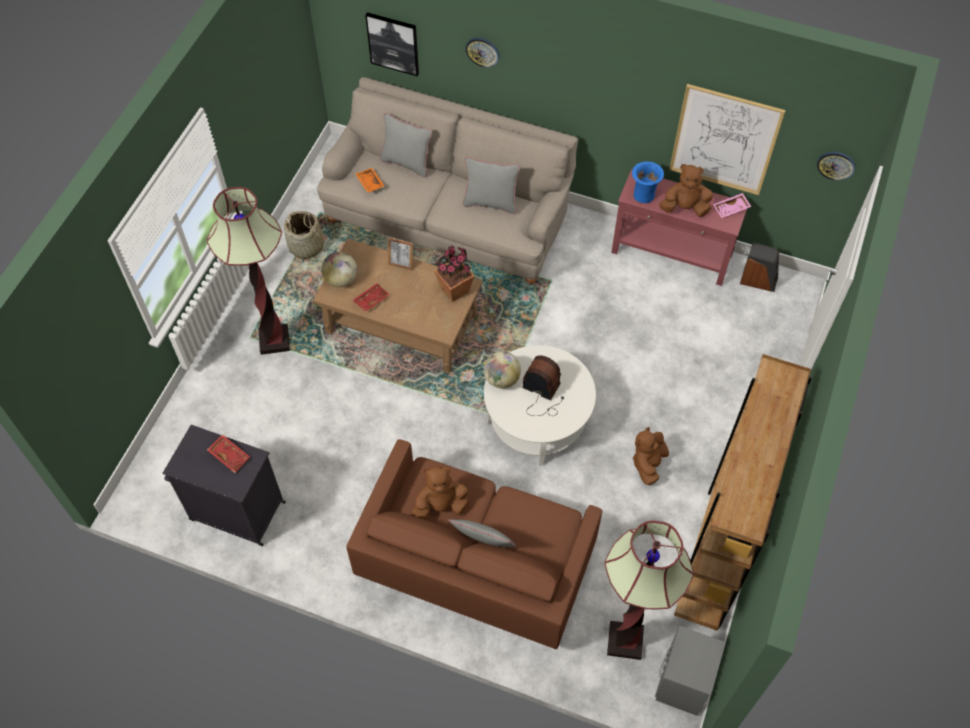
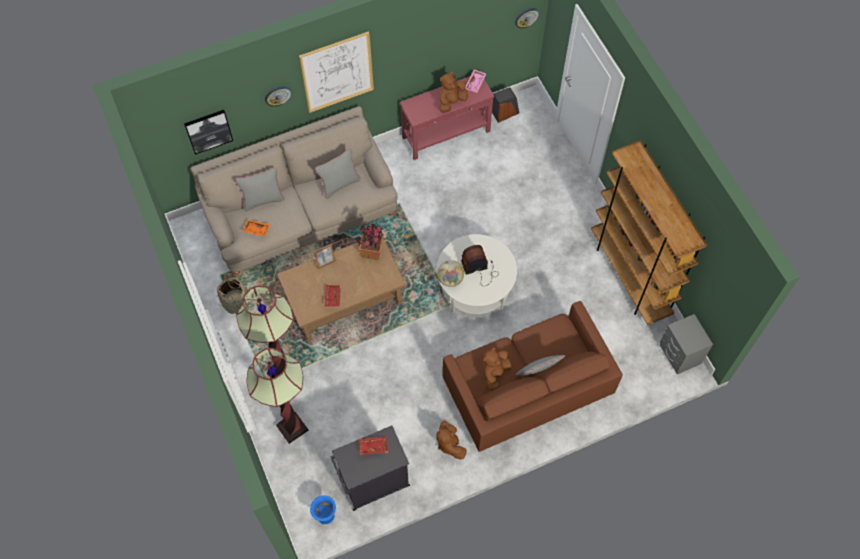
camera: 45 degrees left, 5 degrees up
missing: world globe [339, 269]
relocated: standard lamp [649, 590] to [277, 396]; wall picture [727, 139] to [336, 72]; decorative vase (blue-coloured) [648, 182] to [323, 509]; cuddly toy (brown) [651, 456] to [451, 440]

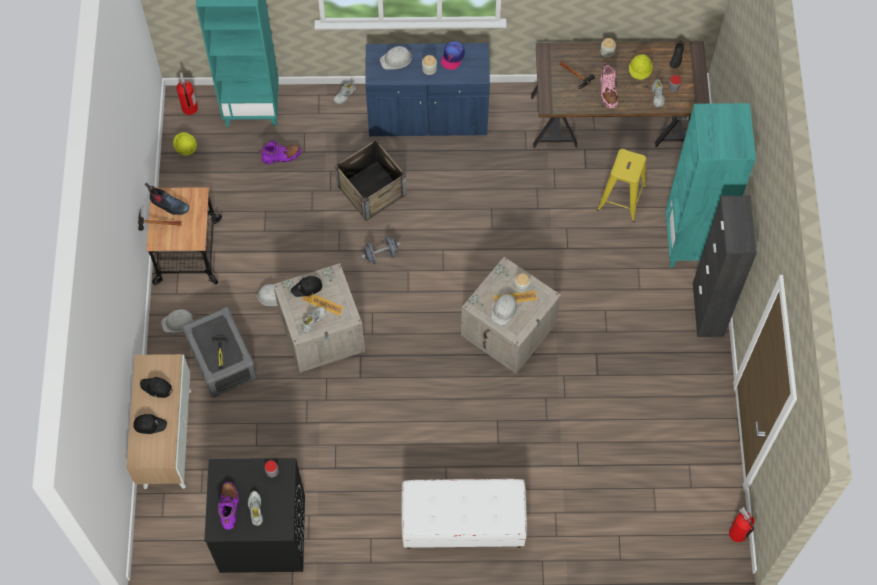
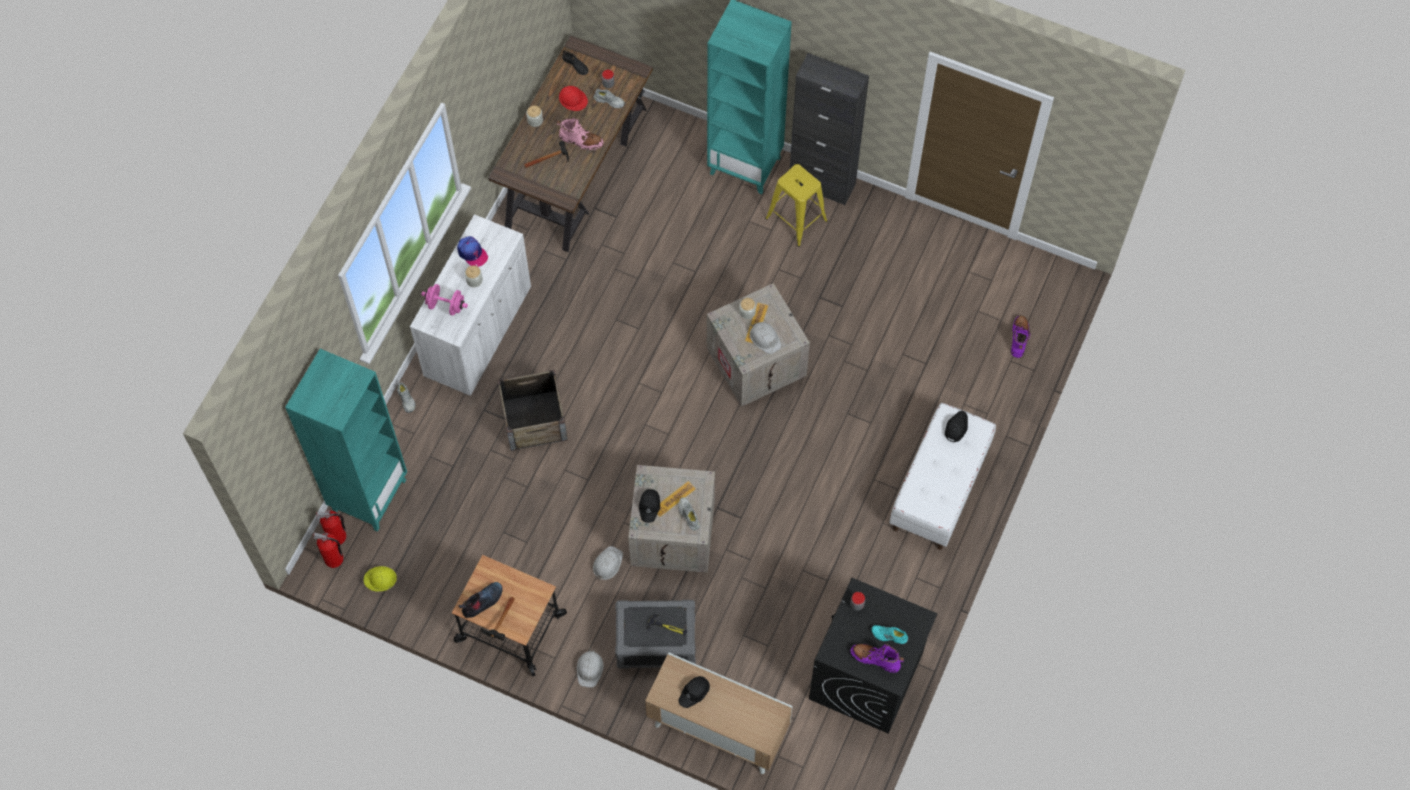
camera: 65 degrees left, 0 degrees up
missing: hand weight (greyish) [381, 250]
relocated: fire extinguisher [741, 524] to [331, 527]; stool seat (yellow-coloured) [621, 185] to [796, 205]; cap (blackish) [150, 424] to [956, 427]; tall boot (purple-coloured) [280, 152] to [1021, 337]
exchanged: safety helmet (white-coloured) [396, 58] to hand weight (pinkish) [444, 300]
colour: cabinet (blue-coloured) [427, 89] to cabinet (white-coloured) [470, 305]; safety helmet (yellow-coloured) [641, 67] to safety helmet (reddish) [573, 98]; low shoe (white-coloured) [255, 508] to low shoe (turquoise-coloured) [889, 634]

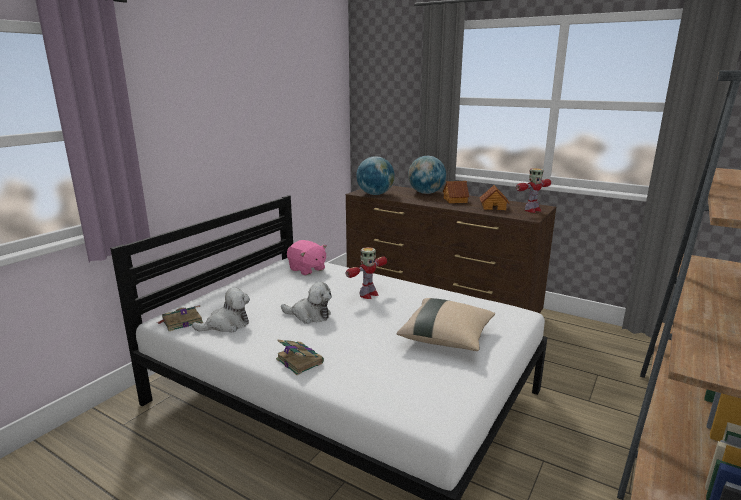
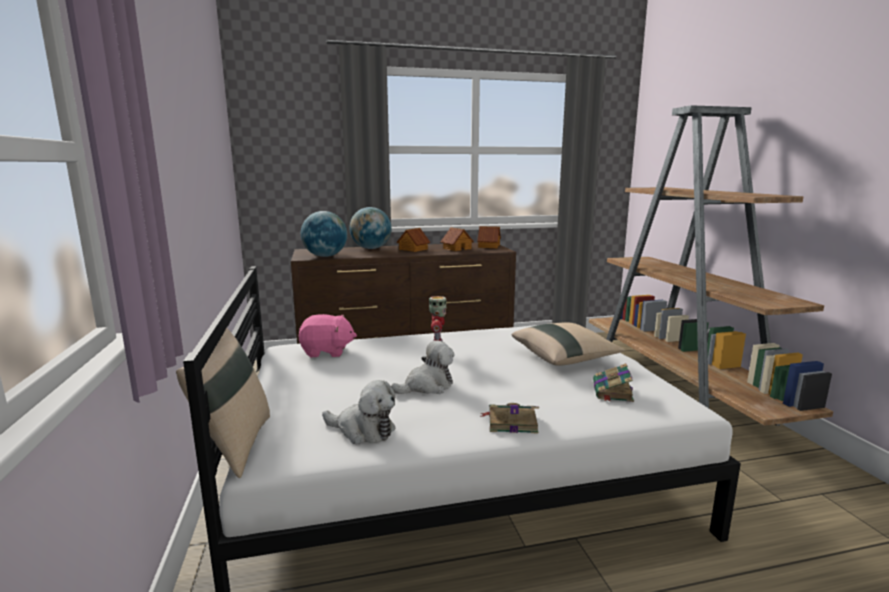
camera: 45 degrees left, 5 degrees down
appeared: throw pillow (sand-coloured) [223, 403]
relocated: volume [180, 318] to [613, 382]
exchanged: toy robot [533, 190] to model house [489, 237]
spun: cuddly toy [221, 310] = [359, 412] 90 degrees clockwise

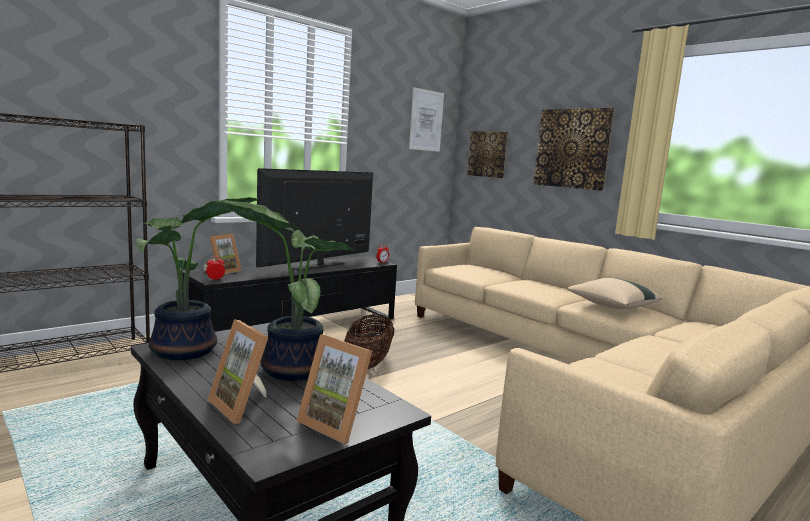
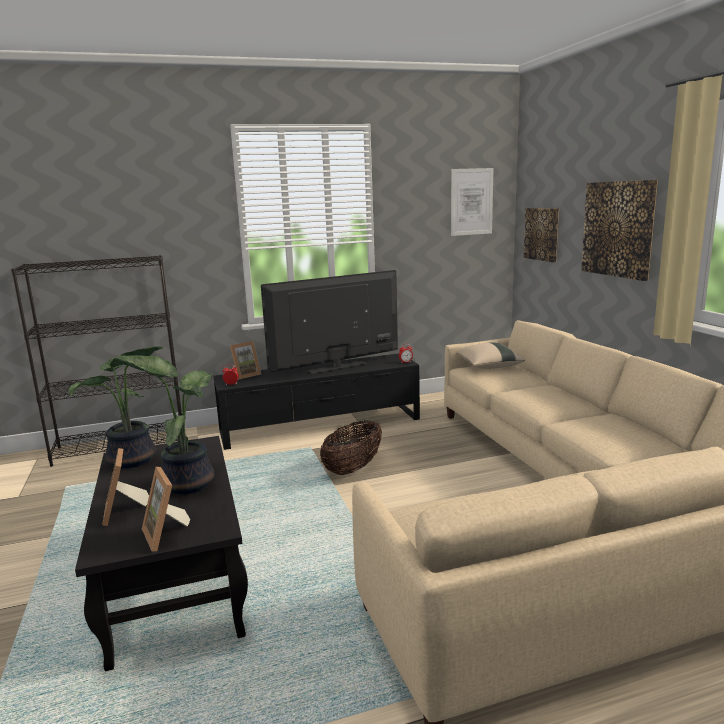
camera: 25 degrees right, 5 degrees up
relocated: throw pillow (sand-coloured) [614, 293] to [491, 356]

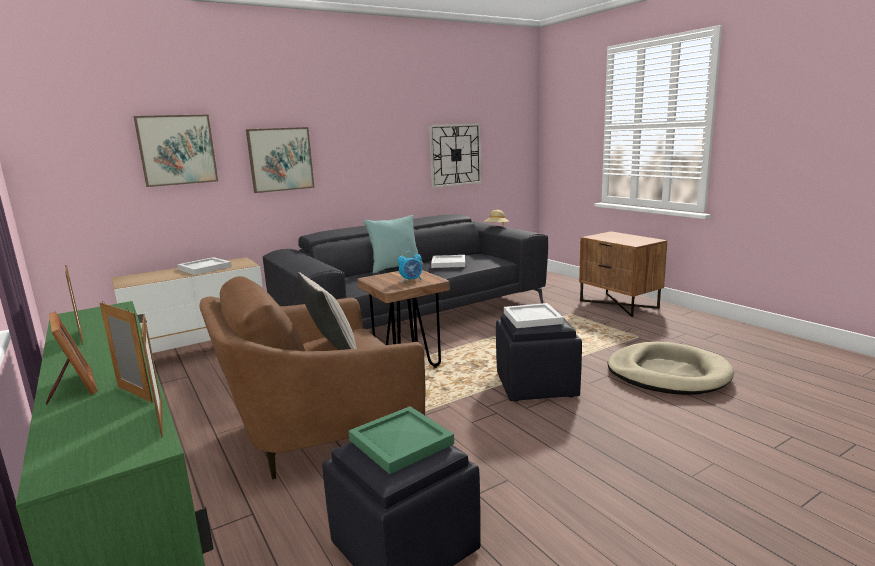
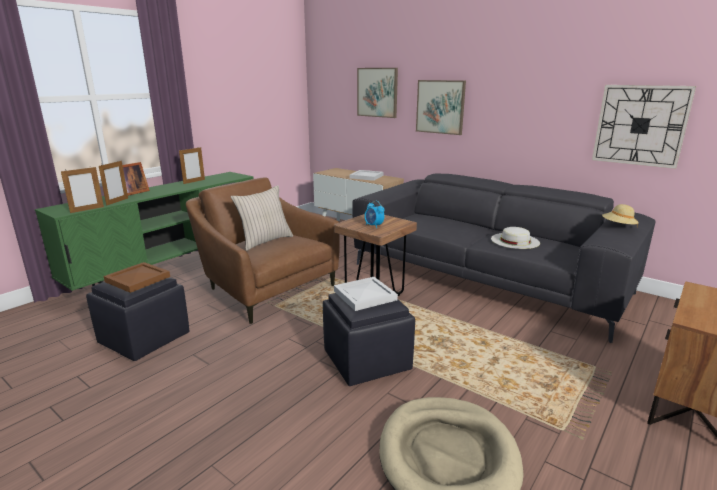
camera: 70 degrees right, 5 degrees up
missing: throw pillow (turquoise-coloured) [393, 244]
exchanged: tray (white-coloured) [448, 261] to wearable hat (white-coloured) [515, 238]
colour: tray (greenish) [401, 440] to tray (brown) [137, 277]

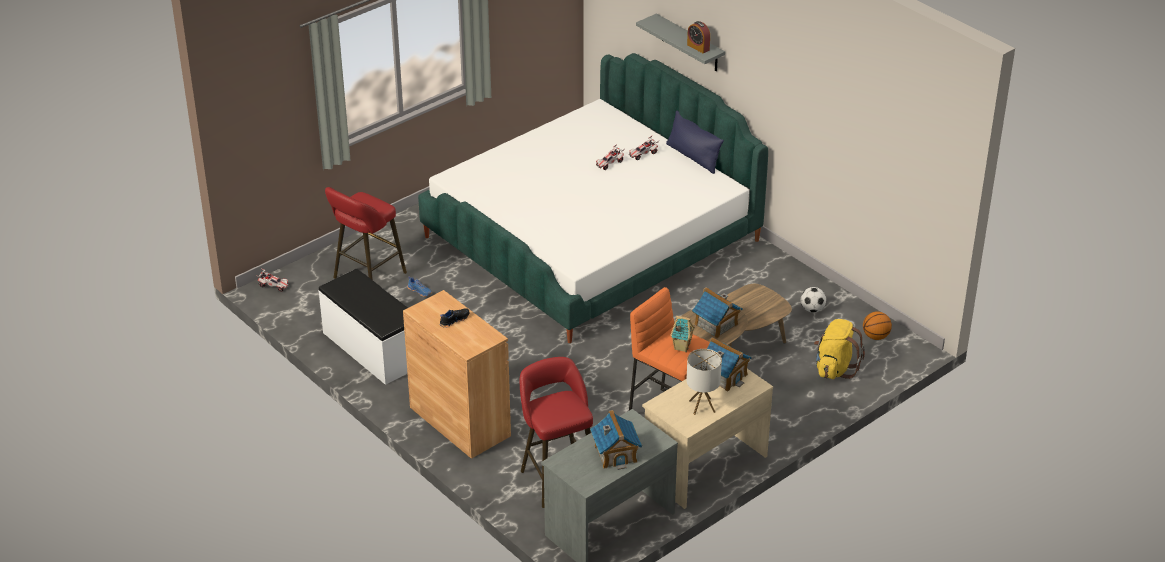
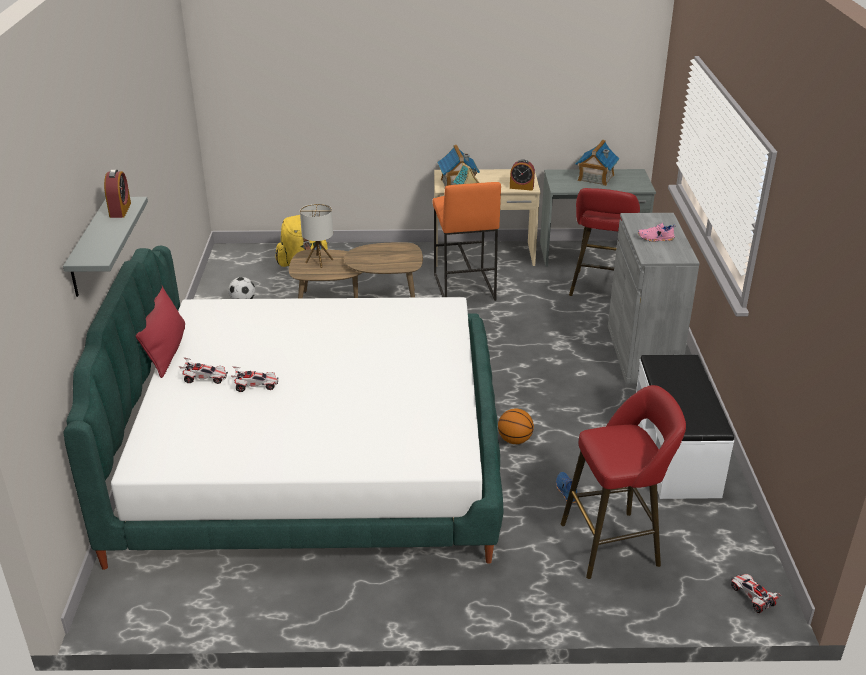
camera: 140 degrees left, 5 degrees down
missing: model house [717, 313]
appeared: table clock [522, 175]
relocated: table lamp [704, 382] to [317, 235]; basketball ball [877, 325] to [516, 426]
colour: throw pillow (blue-coloured) [695, 142] to throw pillow (reddish) [160, 332]; cabinet (brown) [457, 374] to cabinet (greyish) [654, 298]; low shoe (blackish) [454, 318] to low shoe (pinkish) [656, 232]

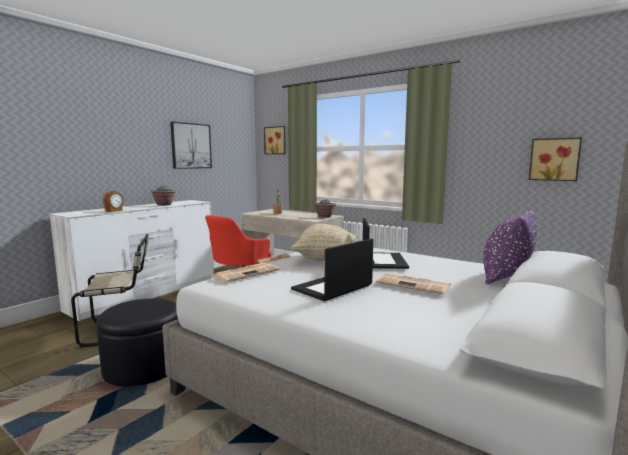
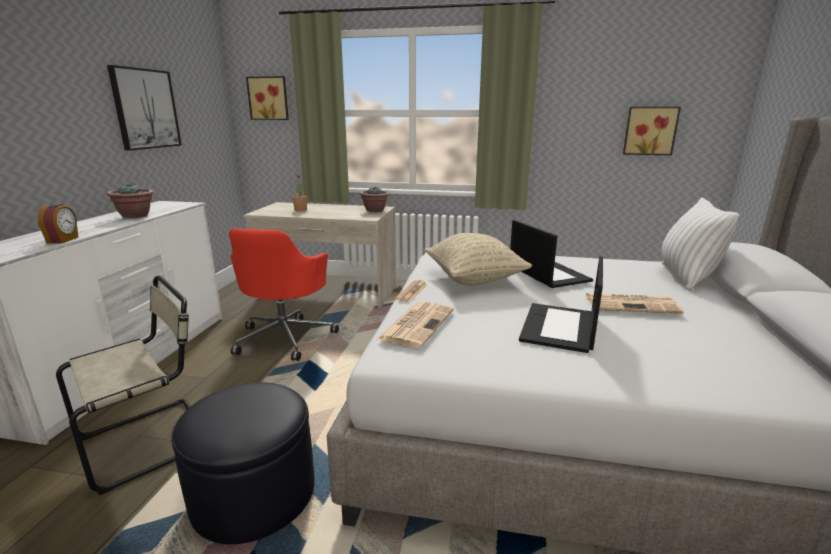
camera: 25 degrees left, 10 degrees up
colour: throw pillow (purple-coloured) [510, 247] to throw pillow (white-coloured) [700, 244]

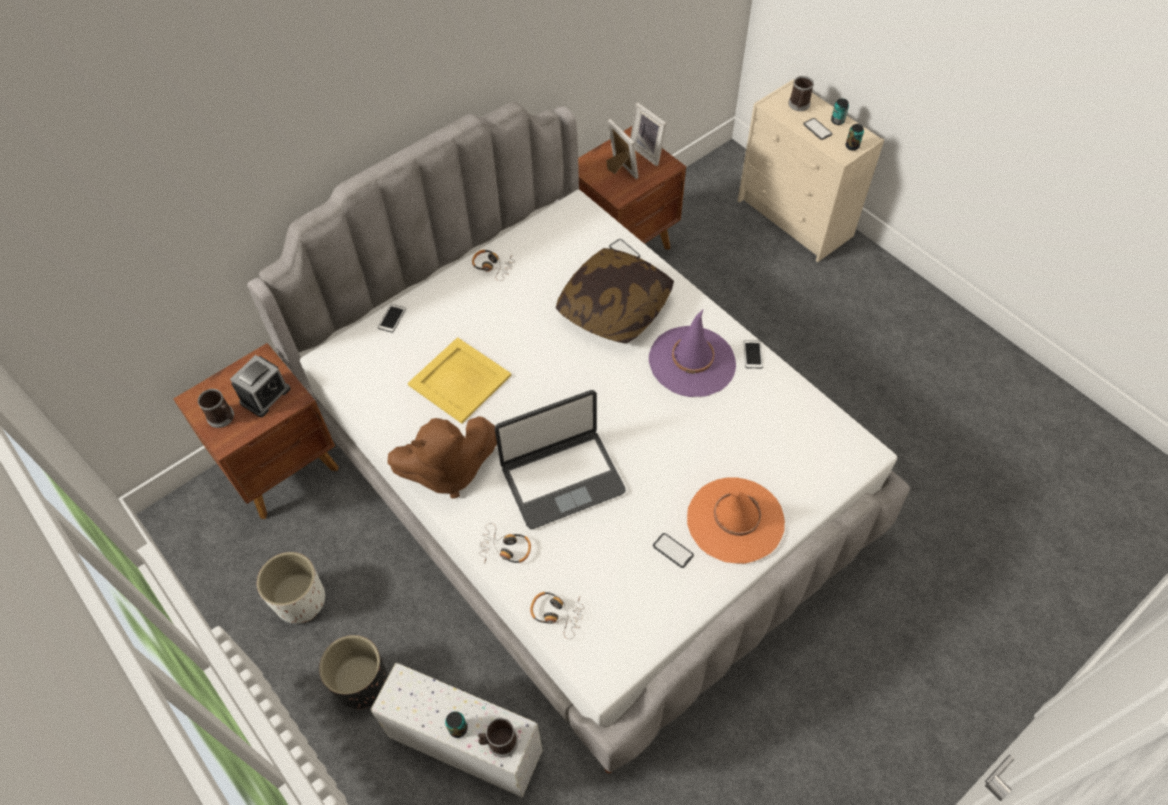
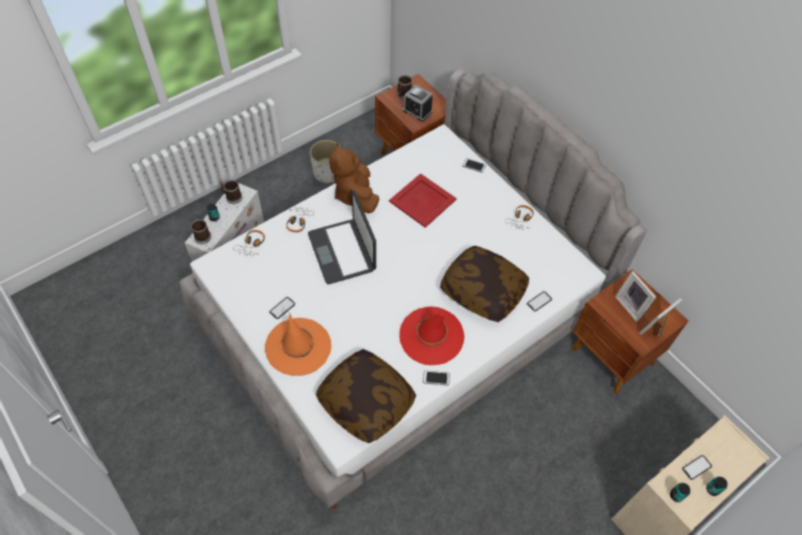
camera: 90 degrees right, 0 degrees up
missing: plant pot (blackish) [353, 672]
appeared: throw pillow [366, 396]
relocated: tea mug [801, 93] to [231, 192]
colour: tray (yellow-coloured) [459, 380] to tray (reddish) [422, 200]; wearable hat (purple-coloured) [692, 353] to wearable hat (reddish) [431, 335]
spun: picture frame [622, 149] = [635, 296] 90 degrees clockwise

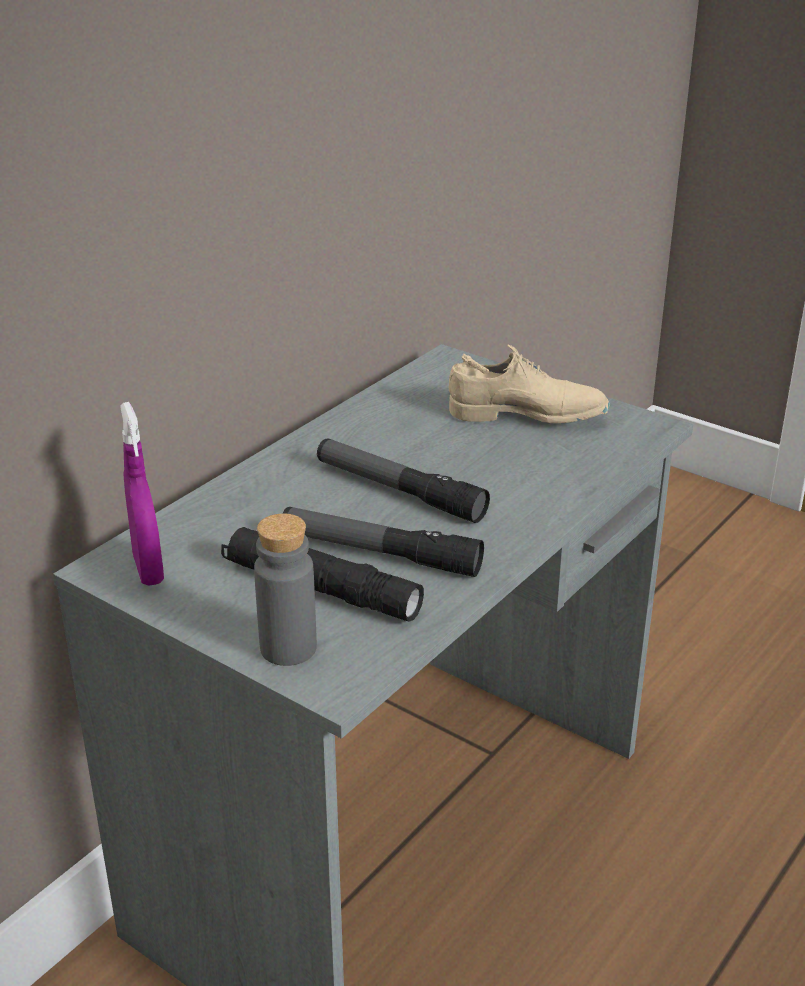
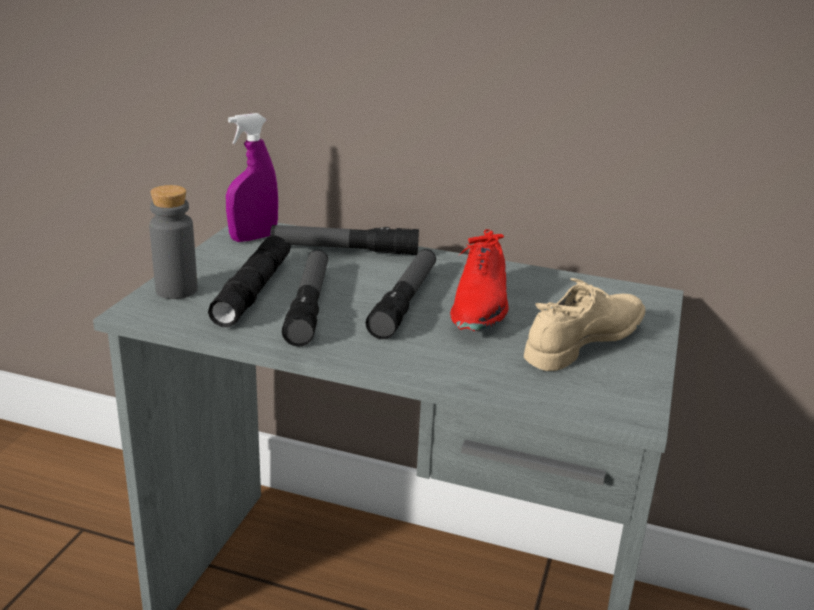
camera: 70 degrees right, 5 degrees down
appeared: torch [344, 240]; low shoe (reddish) [479, 280]
spun: low shoe (sand-coloured) [529, 384] = [584, 324] 120 degrees counterclockwise

